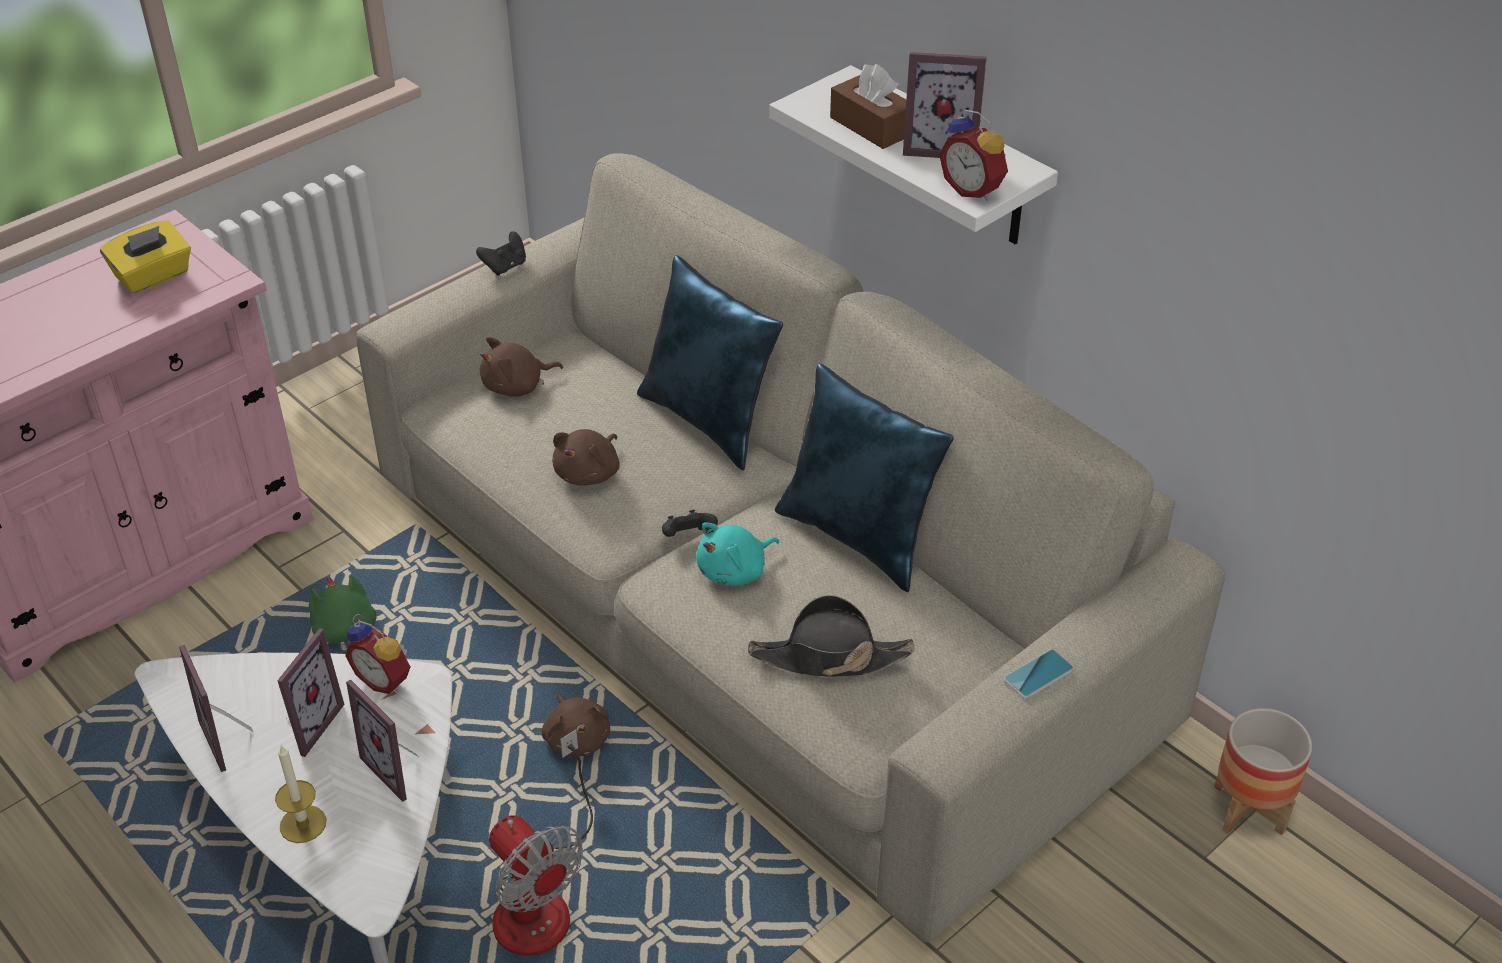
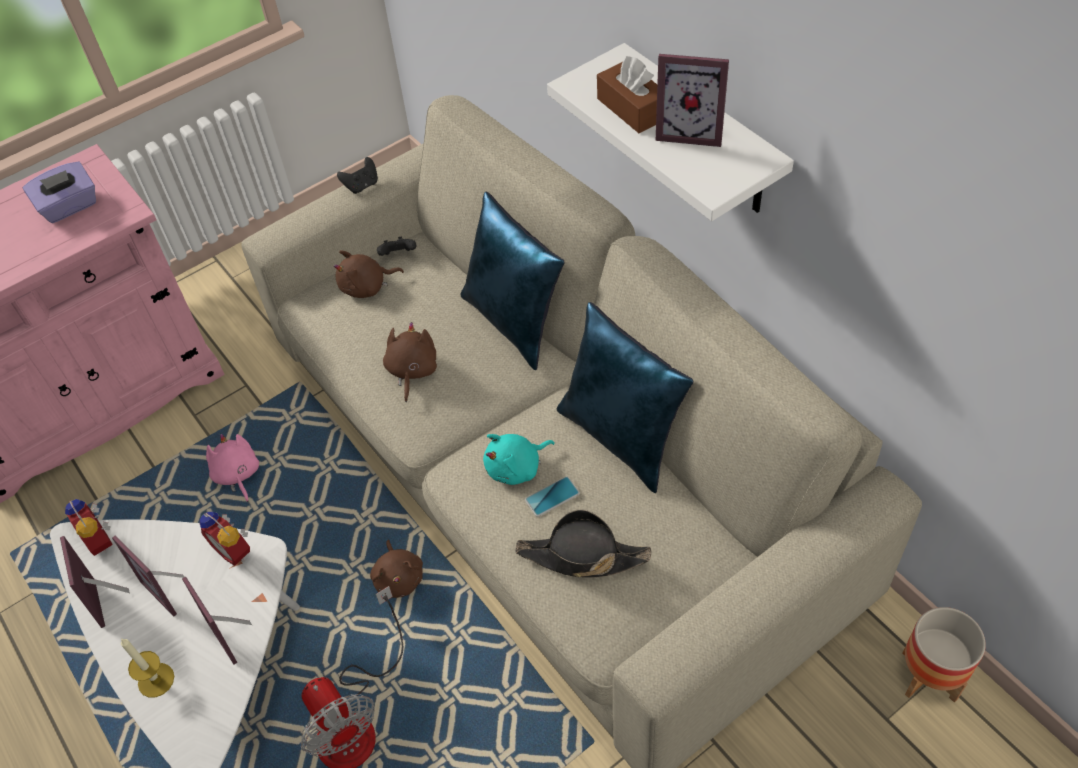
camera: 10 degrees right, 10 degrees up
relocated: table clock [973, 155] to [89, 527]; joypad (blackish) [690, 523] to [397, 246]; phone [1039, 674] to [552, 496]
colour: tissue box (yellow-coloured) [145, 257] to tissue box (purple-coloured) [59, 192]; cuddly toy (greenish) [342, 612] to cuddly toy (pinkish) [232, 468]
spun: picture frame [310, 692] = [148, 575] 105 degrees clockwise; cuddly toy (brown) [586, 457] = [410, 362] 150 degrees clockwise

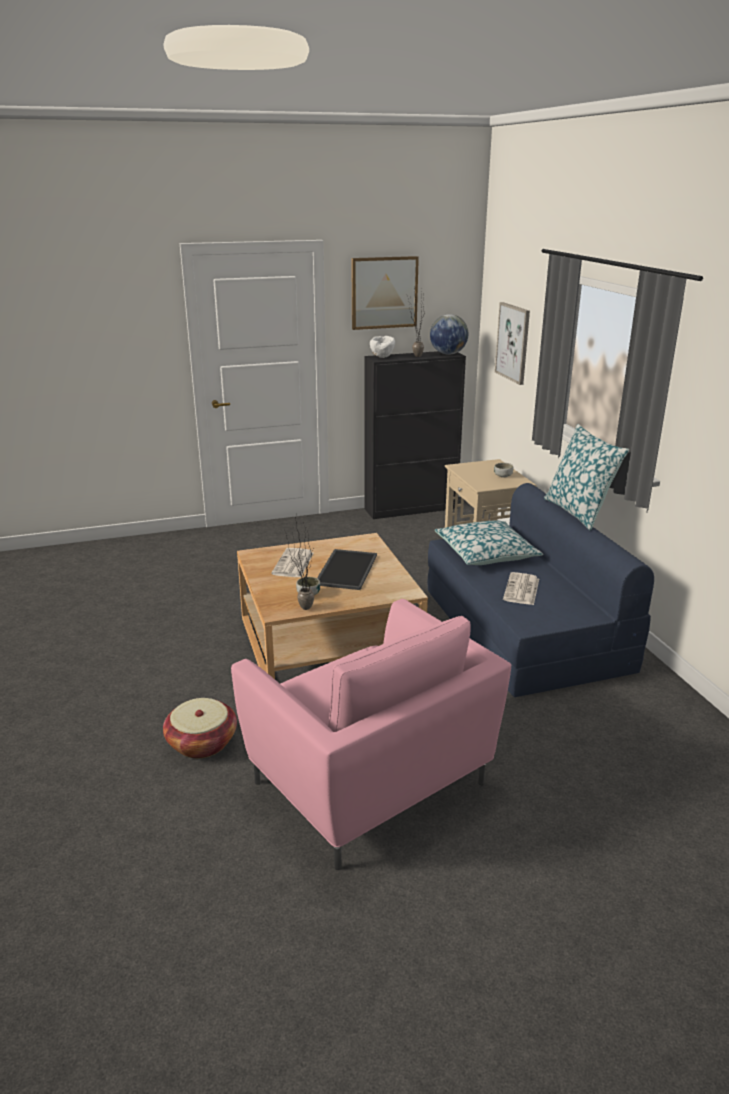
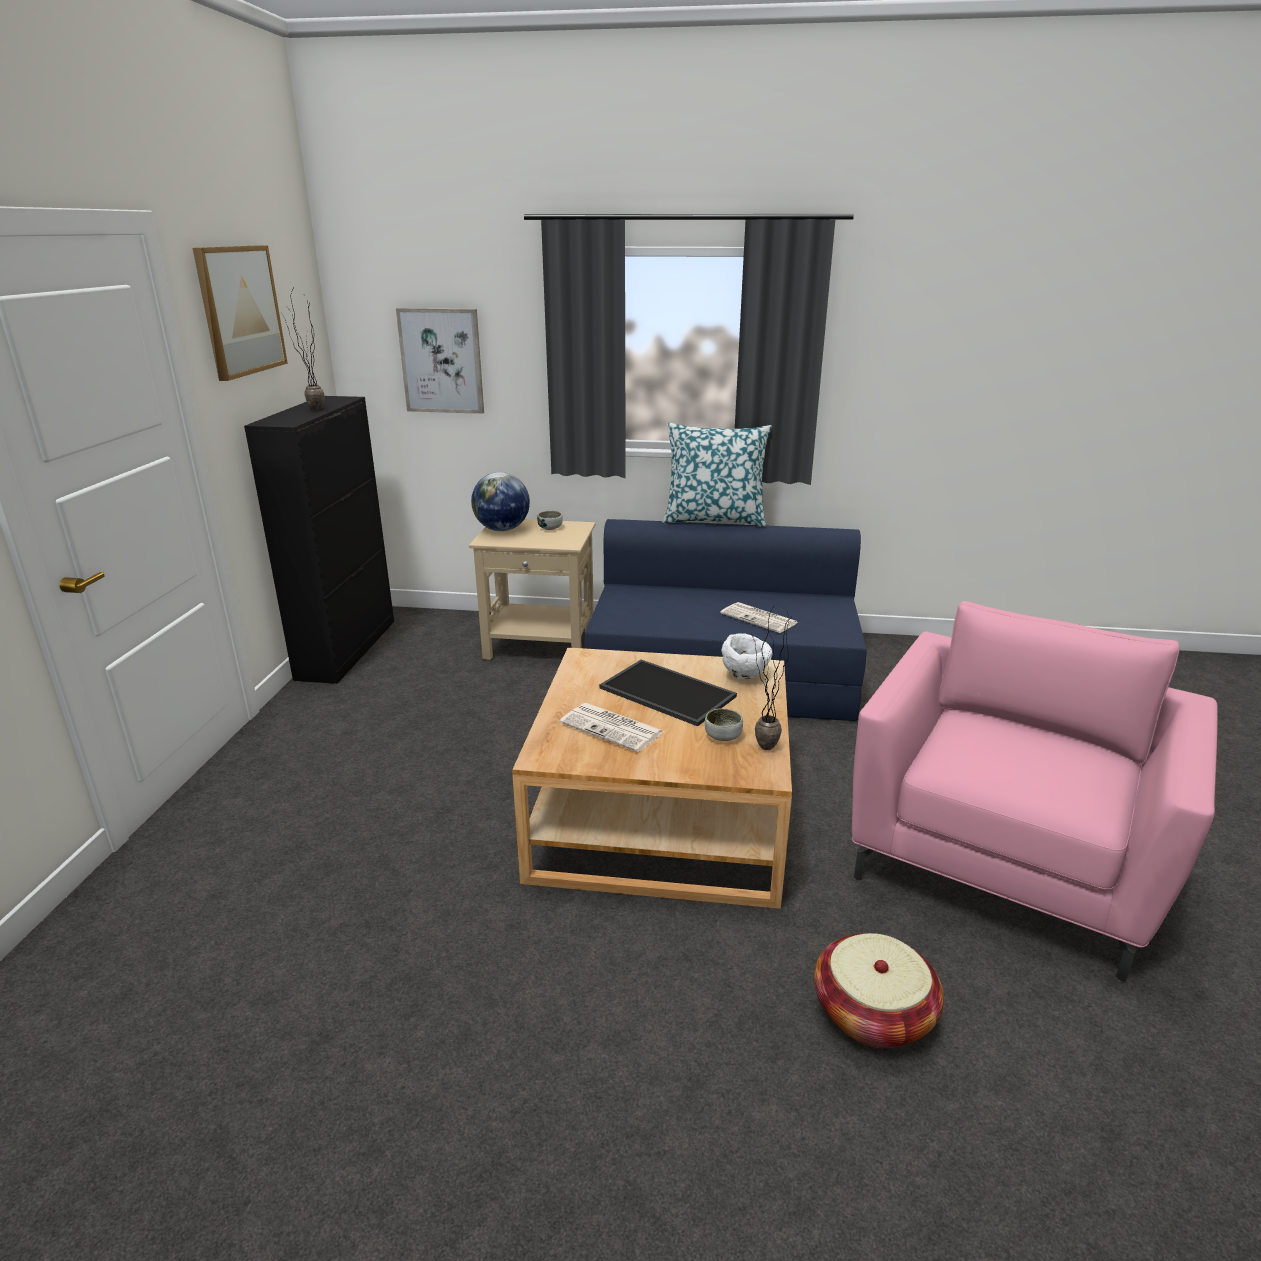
camera: 65 degrees left, 0 degrees up
missing: throw pillow [489, 542]
relocated: world globe [449, 334] to [500, 501]; deep dish (white-coloured) [382, 347] to [747, 656]
spun: lounge chair (pinkish) [371, 734] = [1035, 791] 45 degrees counterclockwise

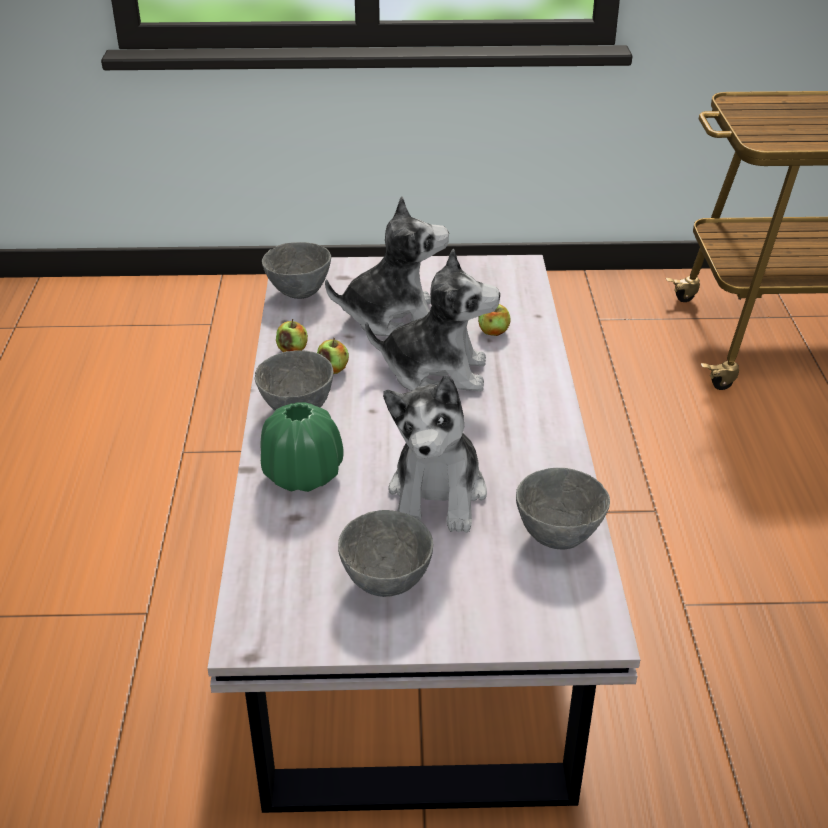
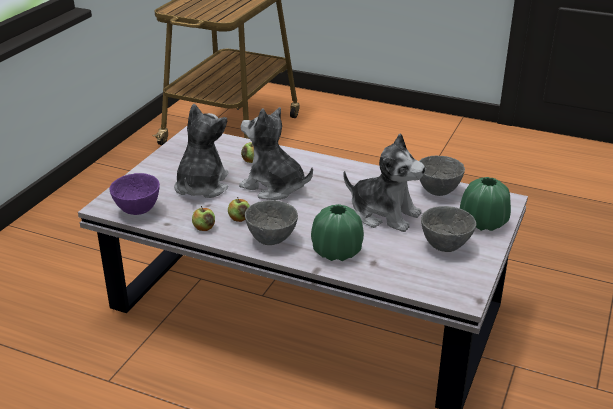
camera: 65 degrees left, 5 degrees down
appeared: decorative vase (greenish) [485, 204]
colour: deep dish (greyish) [296, 270] to deep dish (purple-coloured) [134, 194]
spun: cuddly toy [432, 319] = [276, 153] 90 degrees counterclockwise

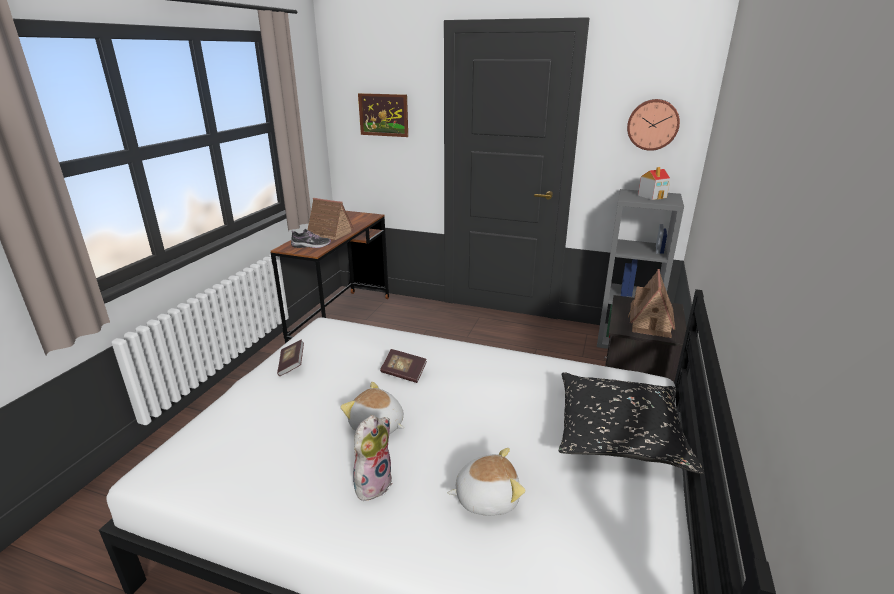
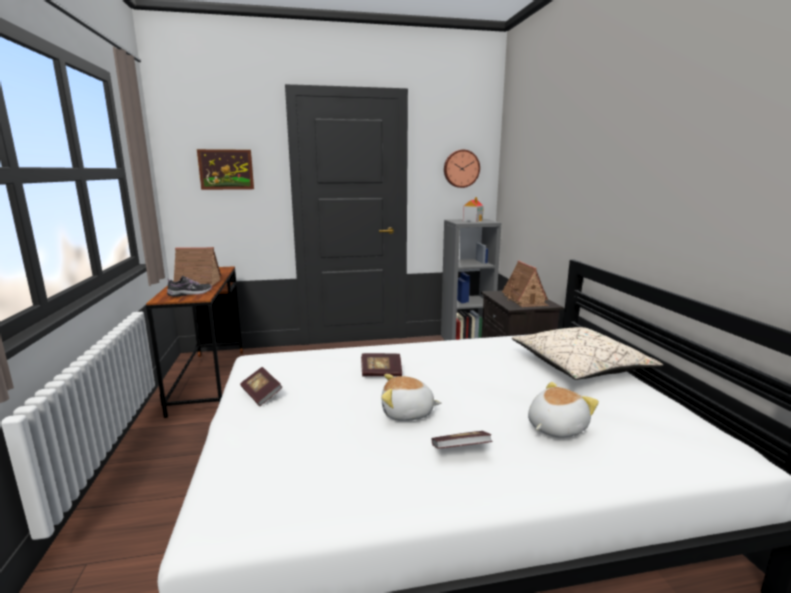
camera: 30 degrees left, 10 degrees down
exchanged: cuddly toy [372, 458] to volume [462, 440]
colour: throw pillow (blackish) [631, 423] to throw pillow (sand-coloured) [587, 353]

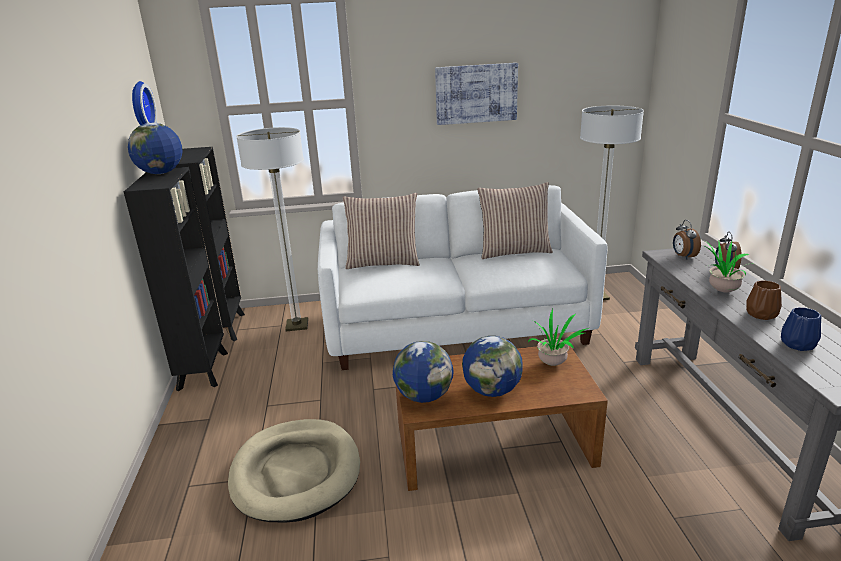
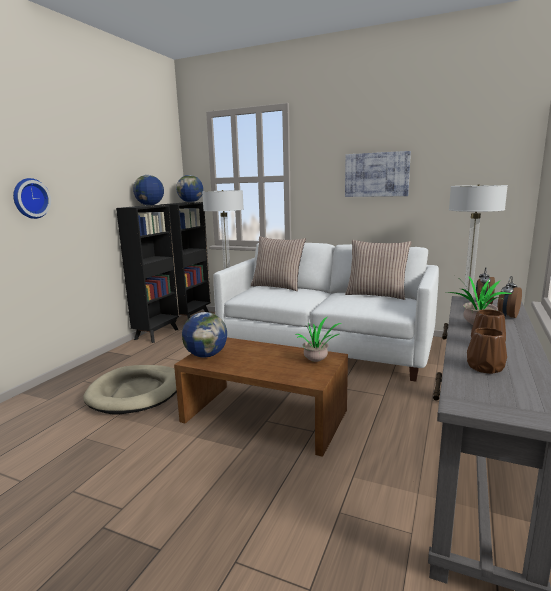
camera: 30 degrees right, 10 degrees down
relocated: wall clock [144, 103] to [32, 198]; world globe [492, 366] to [189, 188]
colour: decorative vase (blue-coloured) [801, 329] to decorative vase (brown) [487, 351]

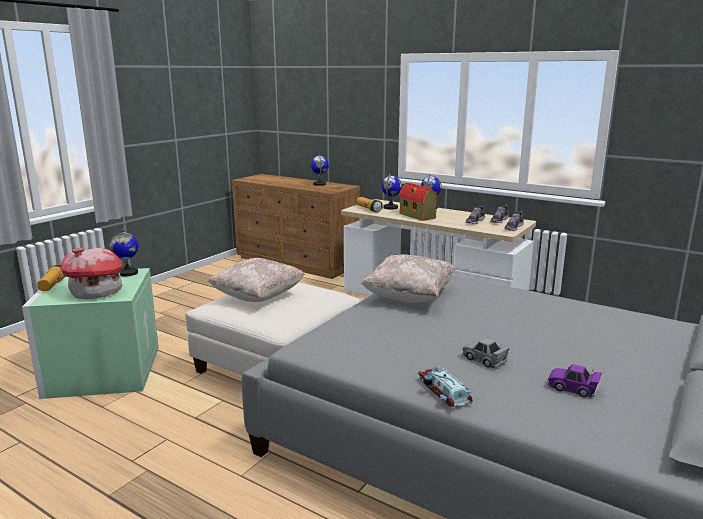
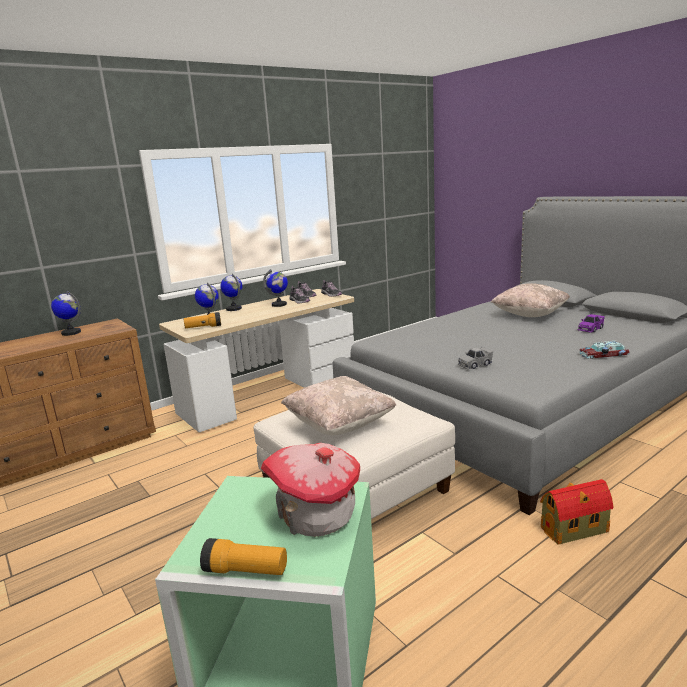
camera: 70 degrees left, 0 degrees up
relocated: world globe [124, 252] to [275, 288]; model car (greyish) [486, 353] to [475, 358]; throw pillow (sand-coloured) [408, 278] to [530, 300]; model house [418, 202] to [577, 512]

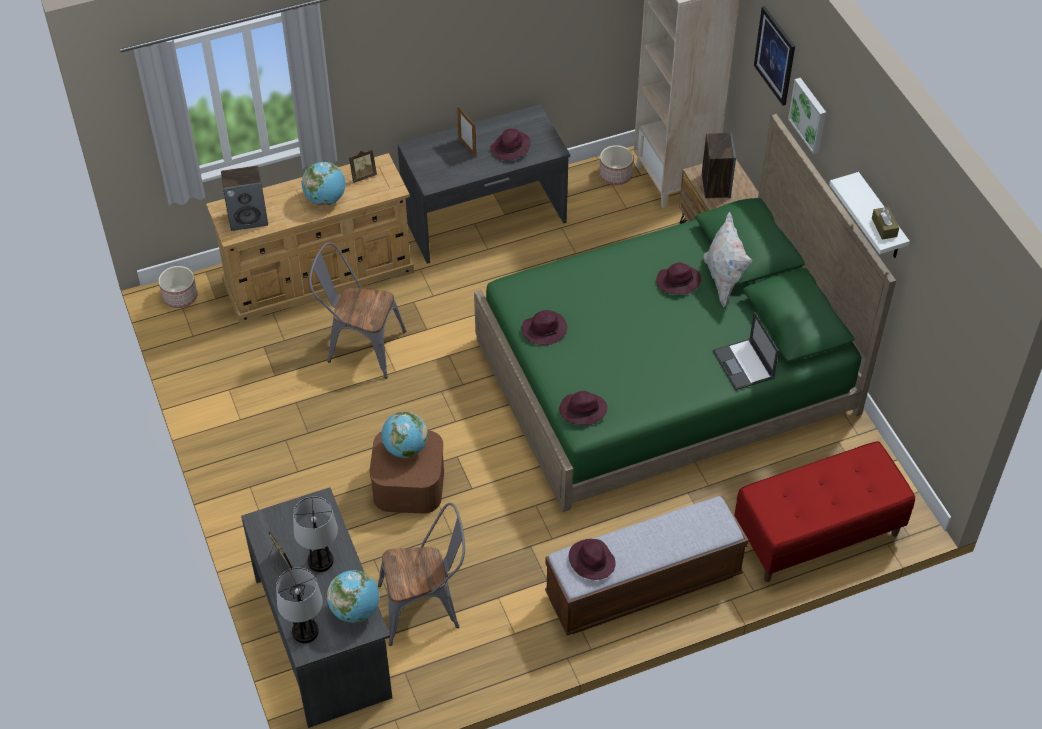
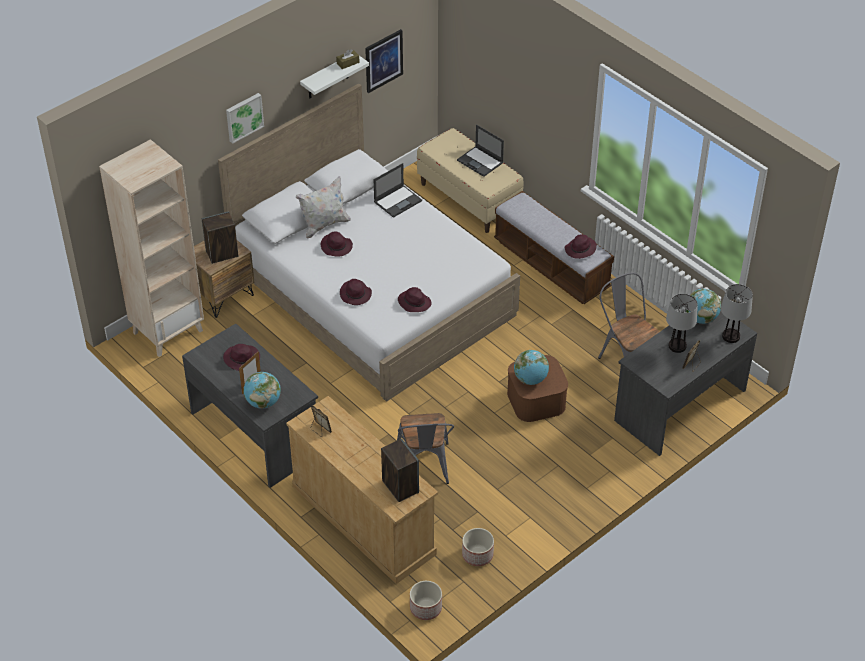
camera: 110 degrees left, 5 degrees down
appeared: notebook computer [480, 150]
relocated: world globe [324, 184] to [262, 390]; wearable hat (purple-coloured) [583, 408] to [356, 292]; wall picture [774, 55] to [384, 61]; plant pot [616, 165] to [478, 547]
colour: bedroom bed (greenish) [685, 313] to bedroom bed (white-coloured) [369, 242]; indoor bench (reddish) [824, 511] to indoor bench (sand-coloured) [470, 180]

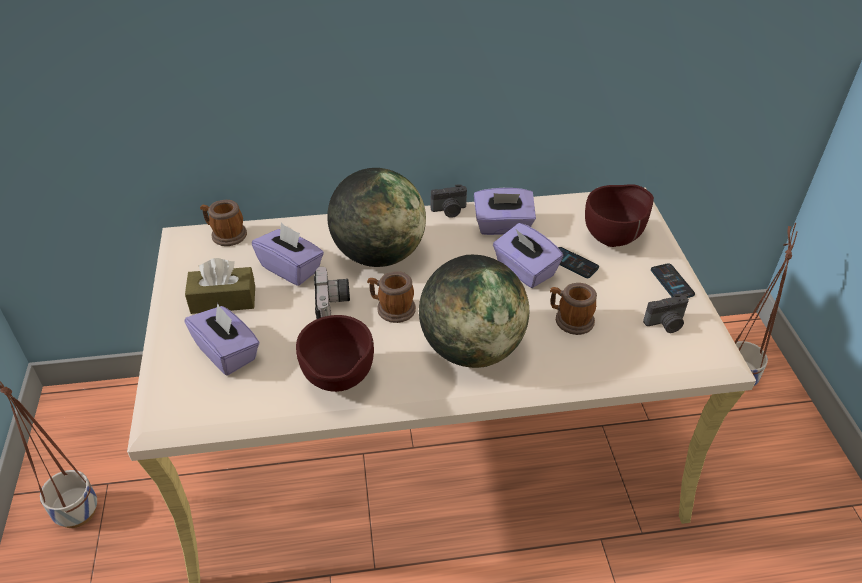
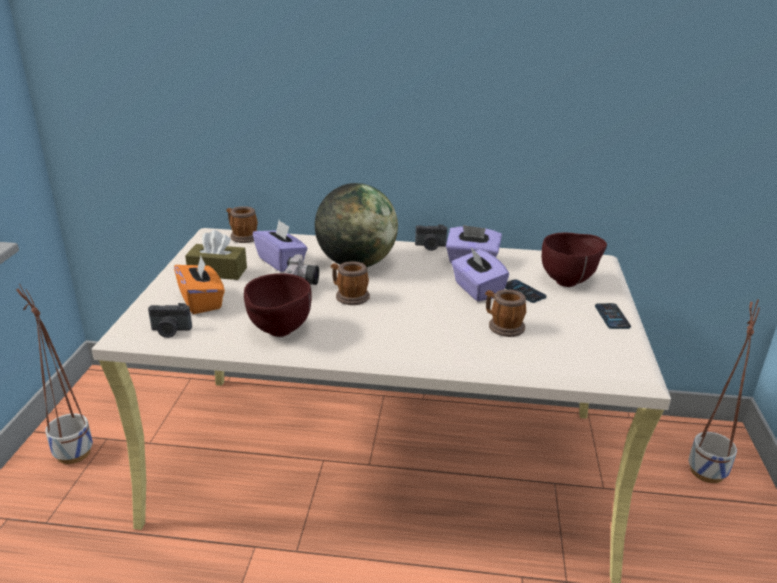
camera: 15 degrees right, 15 degrees down
missing: world globe [474, 311]
relocated: photo camera [666, 313] to [170, 320]
colour: tissue box (purple-coloured) [222, 339] to tissue box (orange-coloured) [199, 285]

